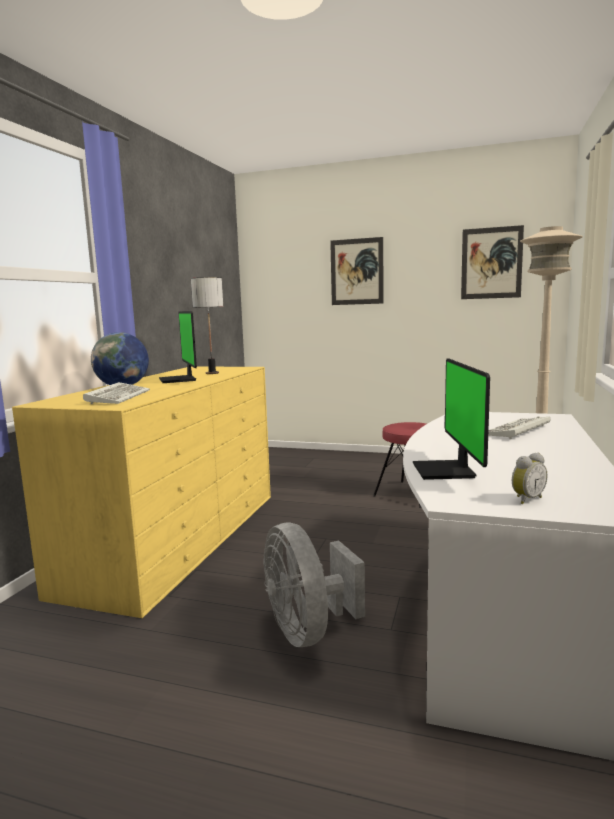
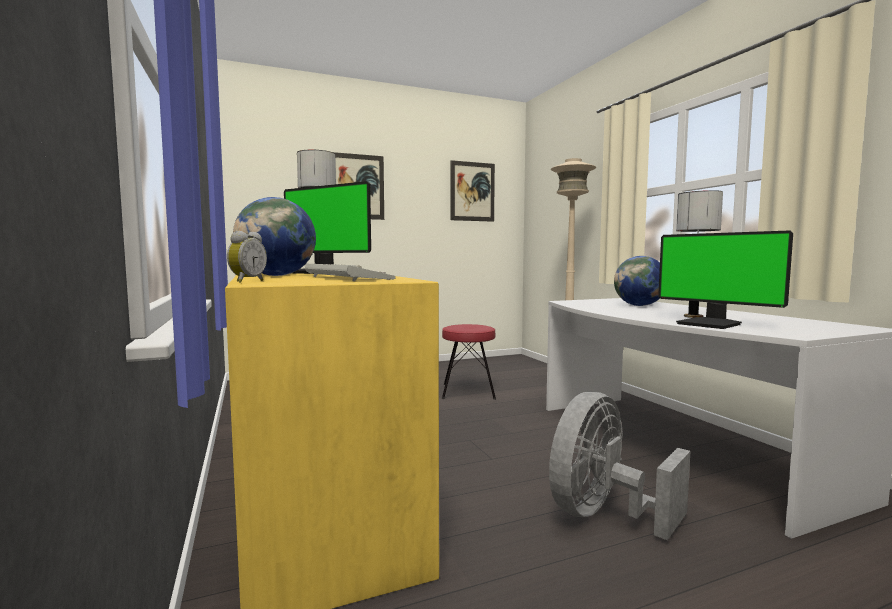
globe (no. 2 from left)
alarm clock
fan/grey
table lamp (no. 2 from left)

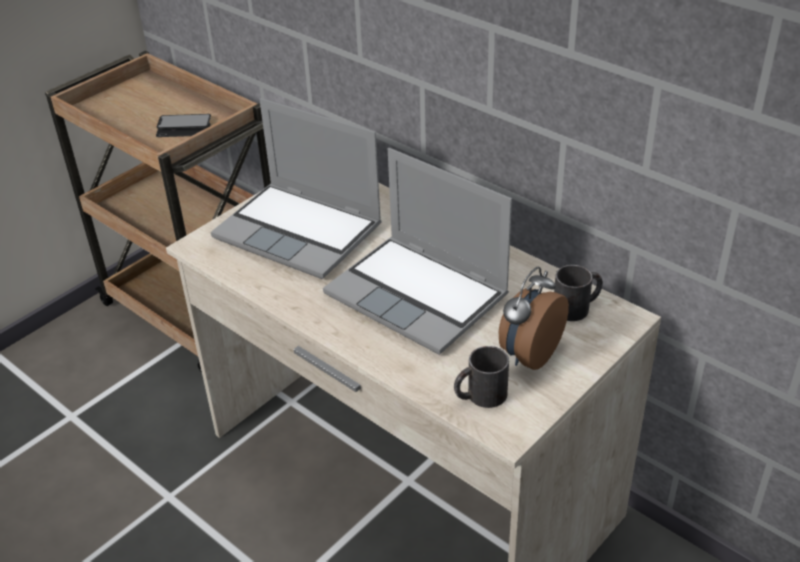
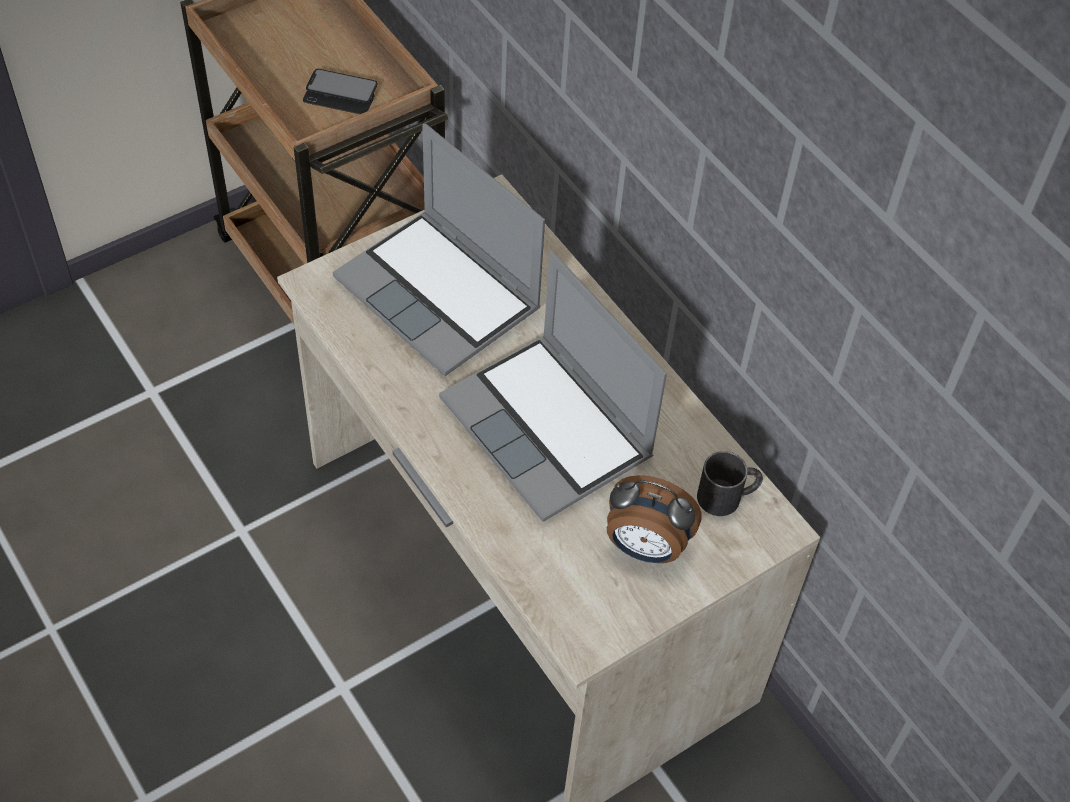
alarm clock
mug/black (no. 1 from left in the first image)

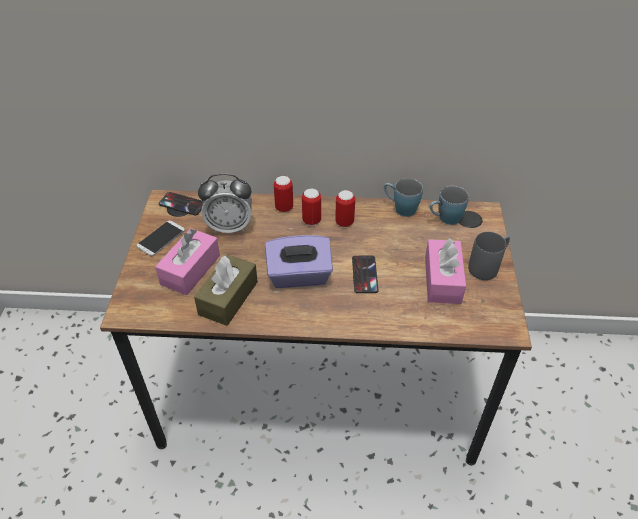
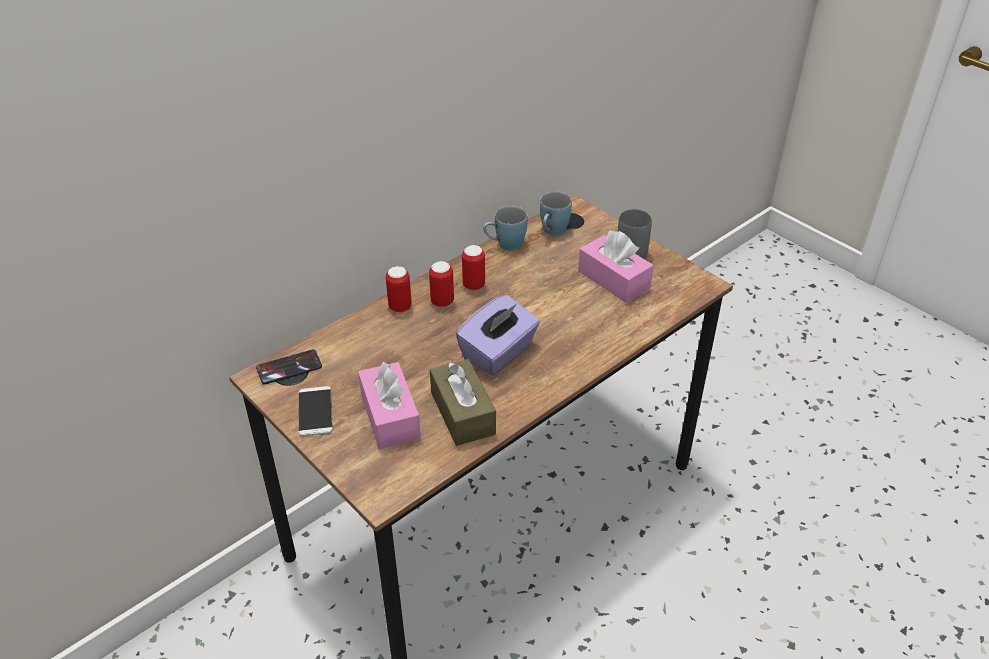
alarm clock
phone (no. 3 from left in the first image)

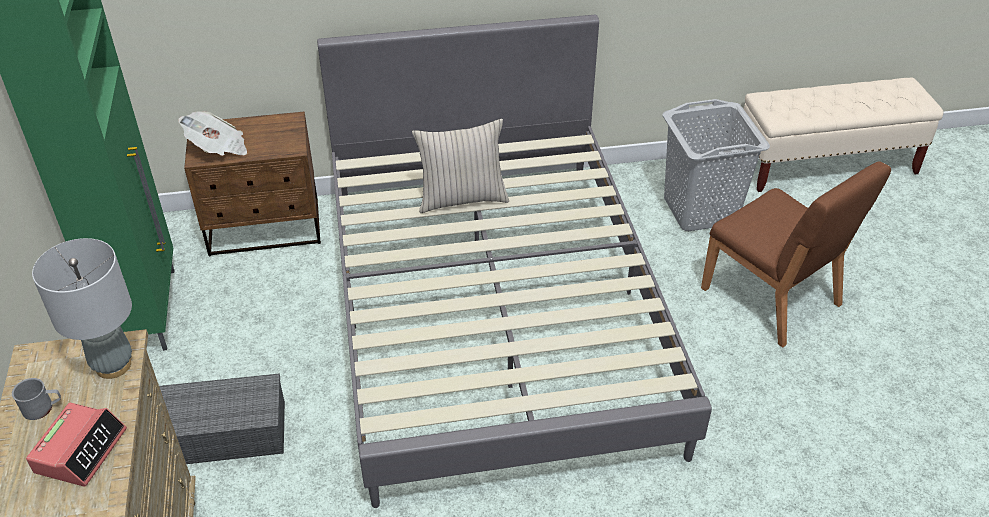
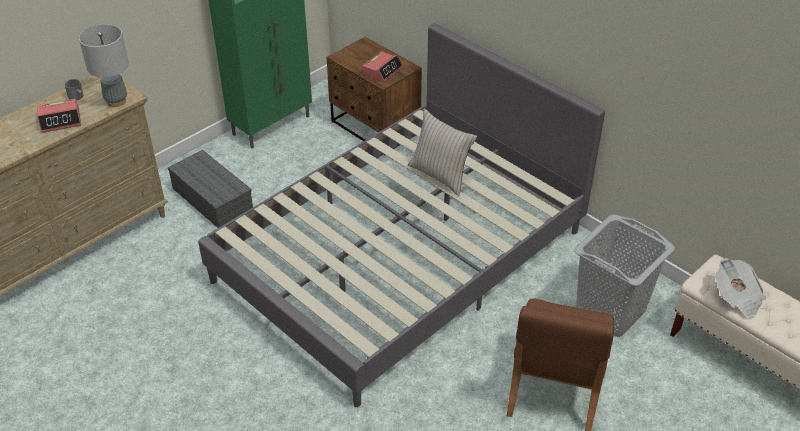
newspaper
alarm clock (no. 2 from left)

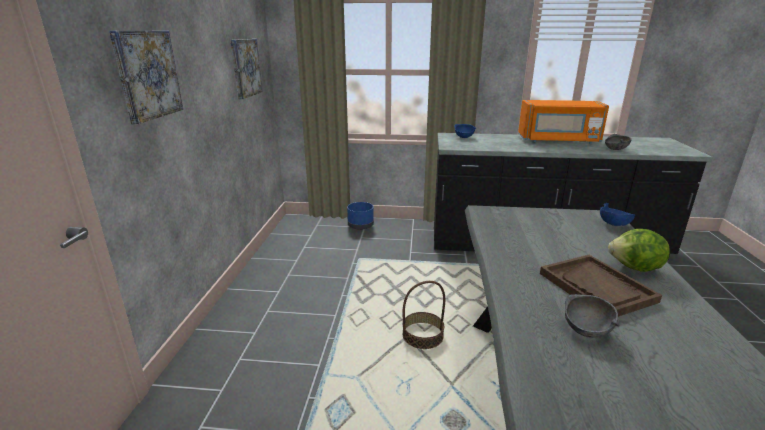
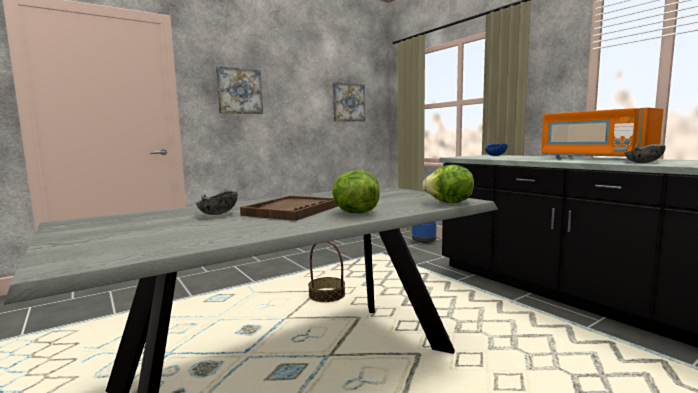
lettuce (no. 2 from left)

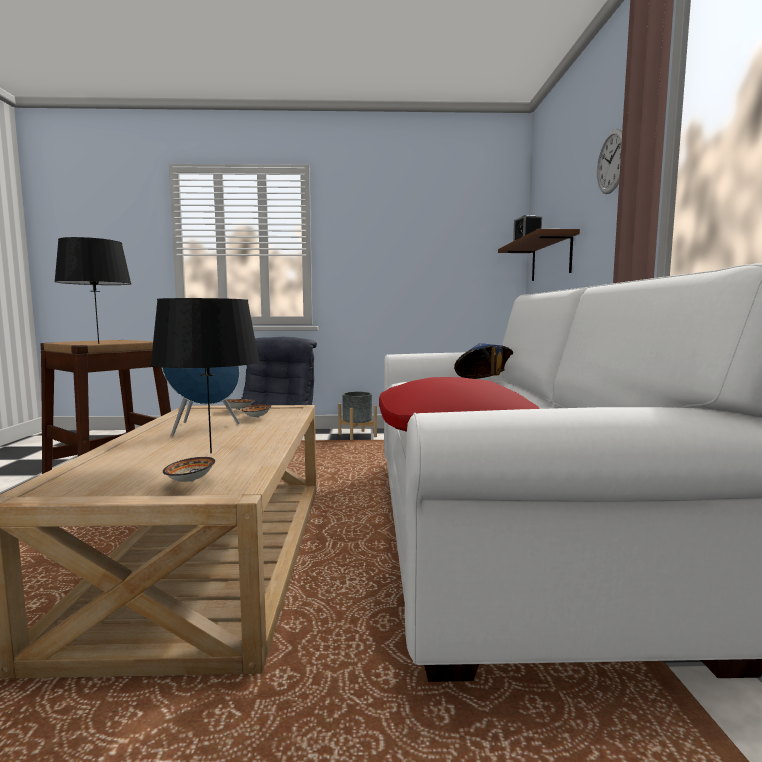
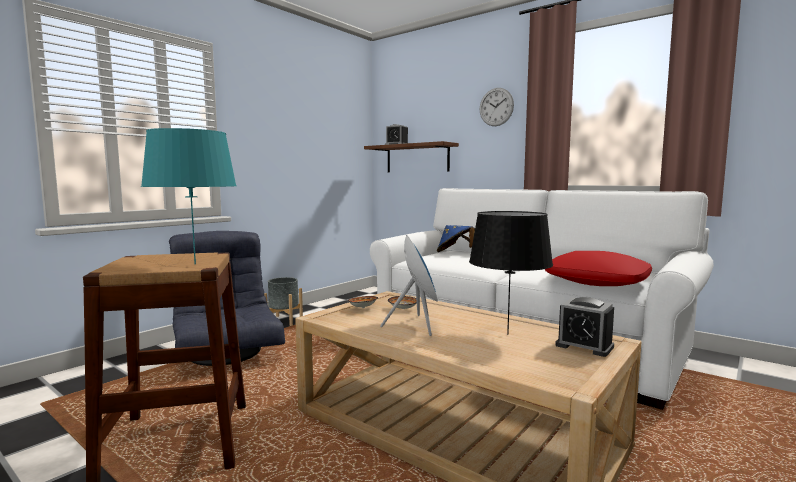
table lamp/turquoise
alarm clock (no. 2 from left)

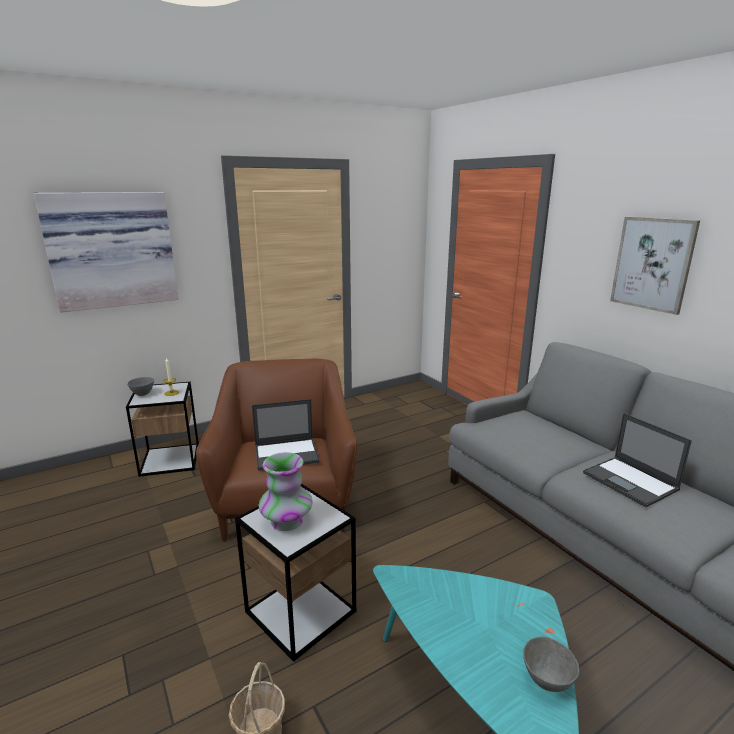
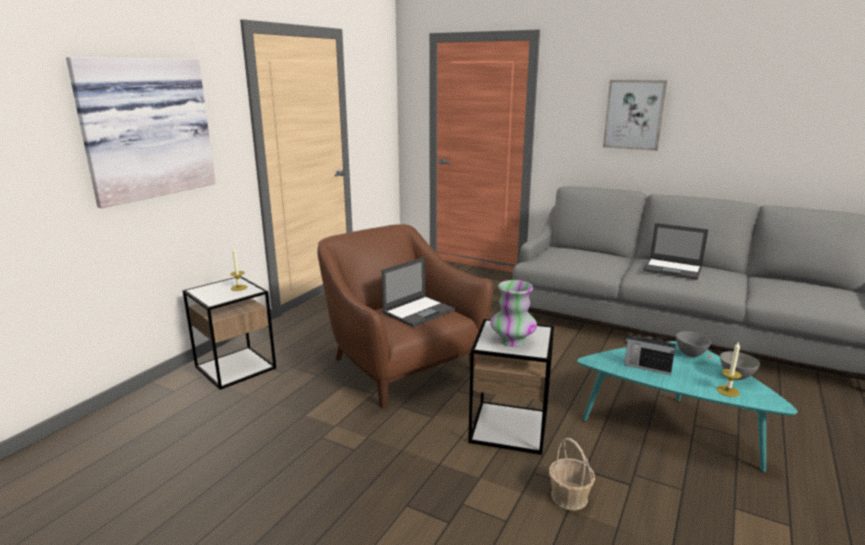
bowl/grey (no. 1 from left)
radio
candle (no. 2 from left)

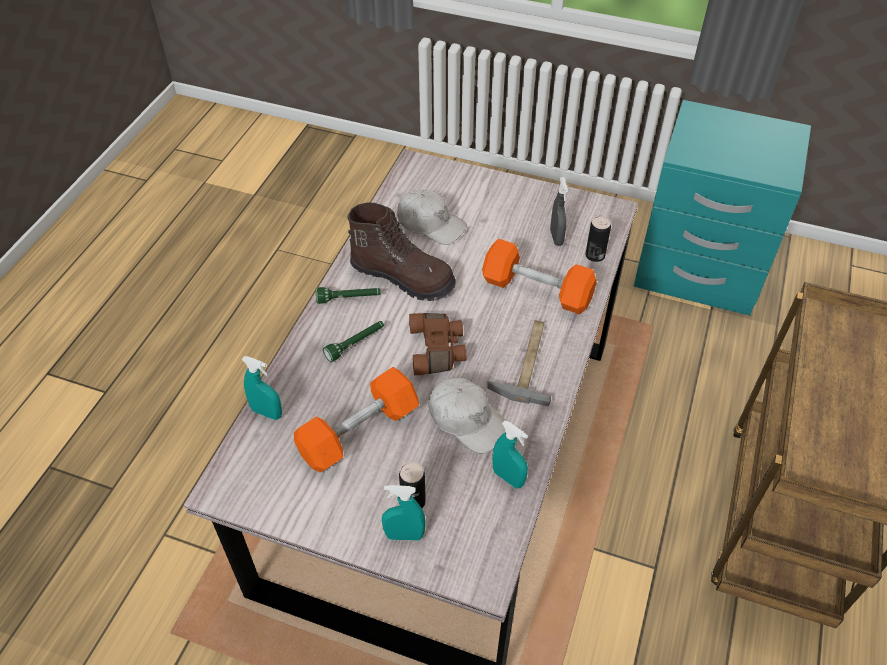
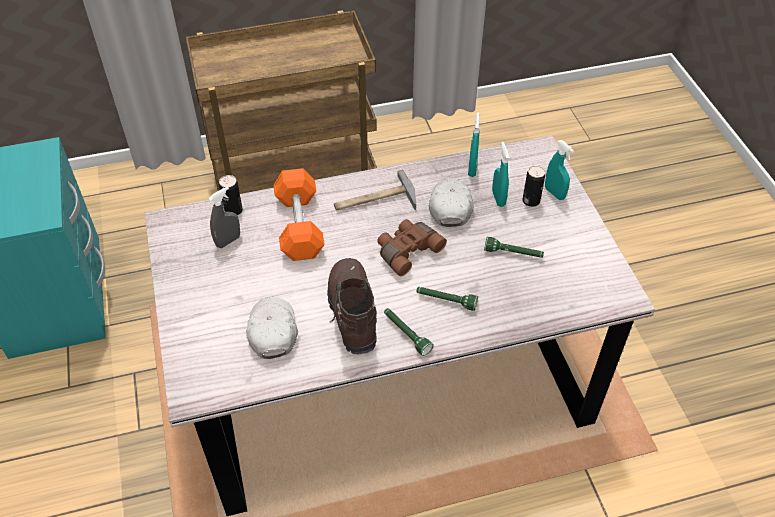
spray bottle/turquoise (no. 2 from left)
flashlight/green (no. 3 from left)

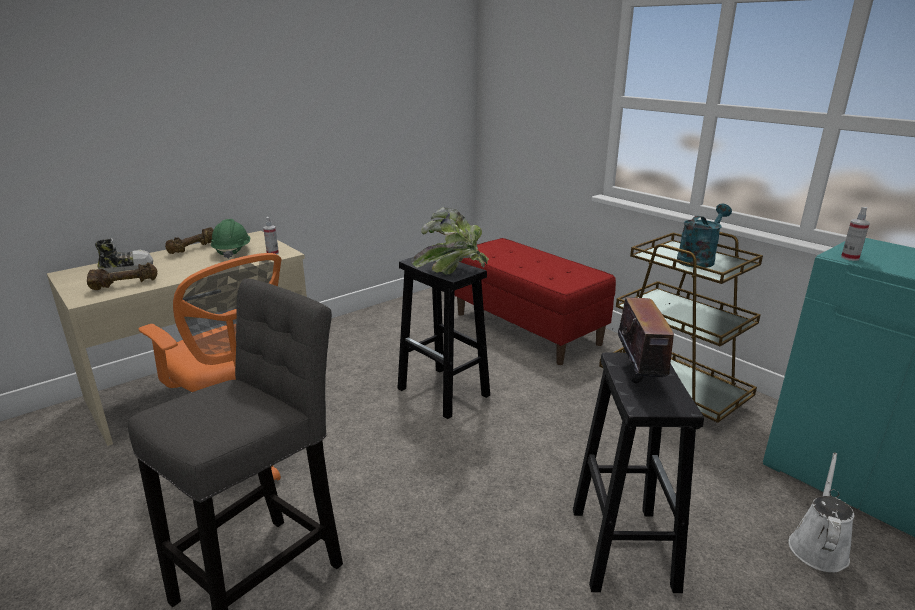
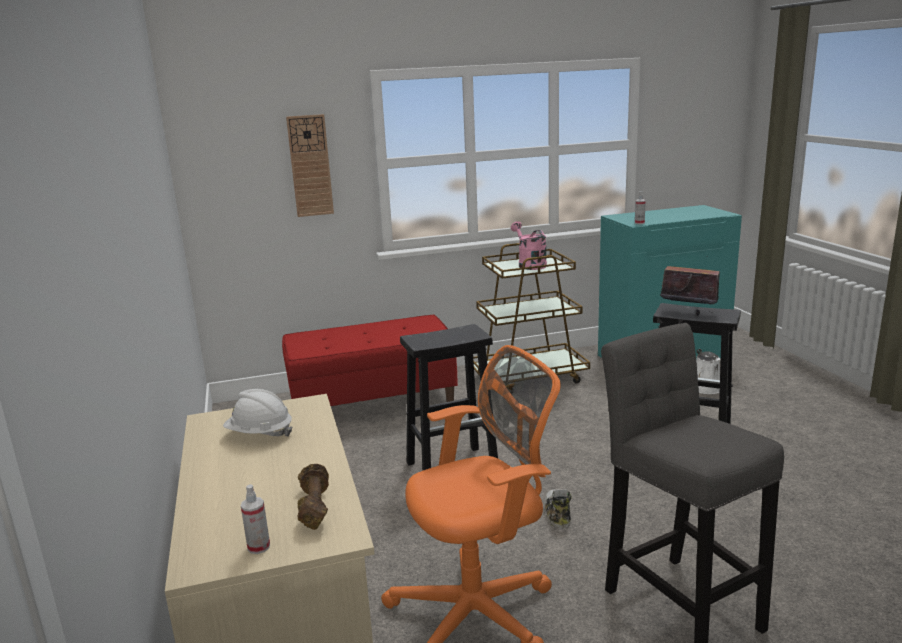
watering can/pink
potted plant
spray bottle (no. 1 from left)
hard hat/white
dumbbell/brown (no. 2 from left in the first image)
shoe
wall clock

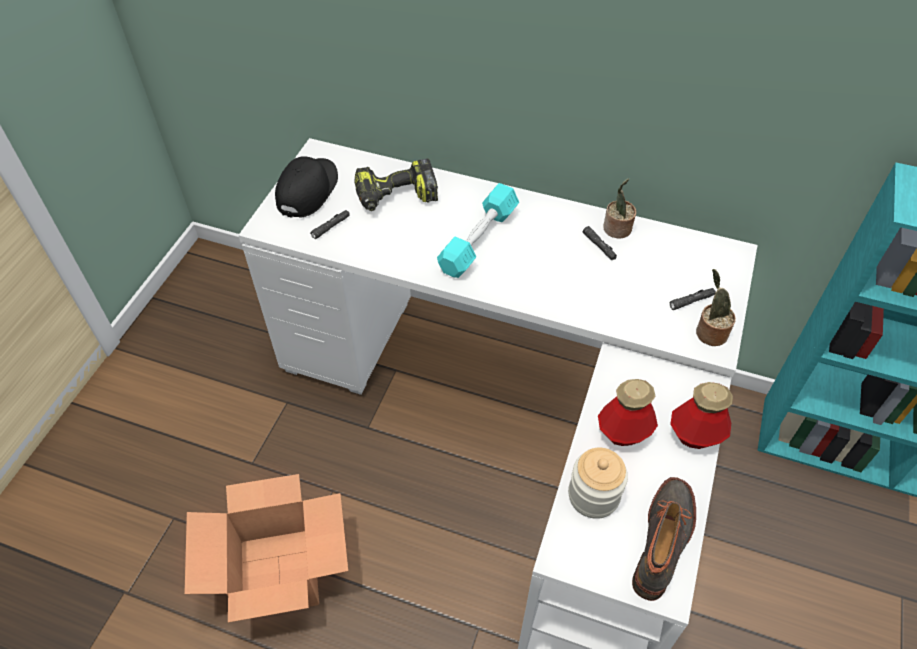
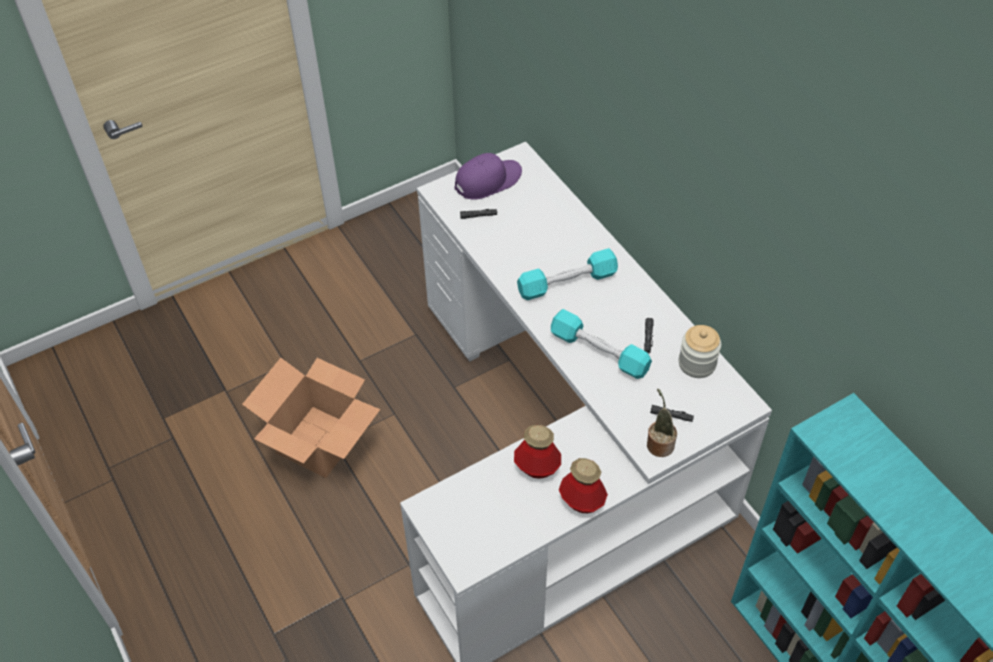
cap/purple
power drill
potted plant (no. 1 from left in the first image)
jar
boot
dumbbell/turquoise (no. 2 from left)

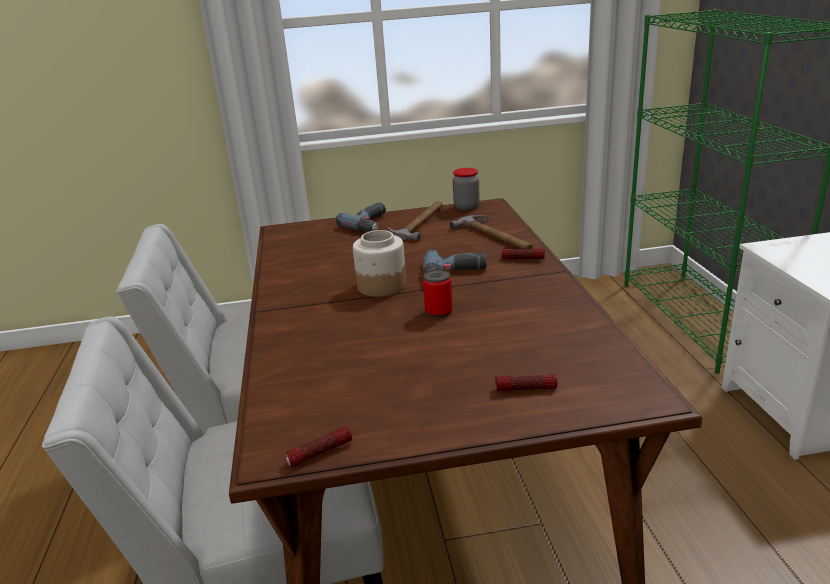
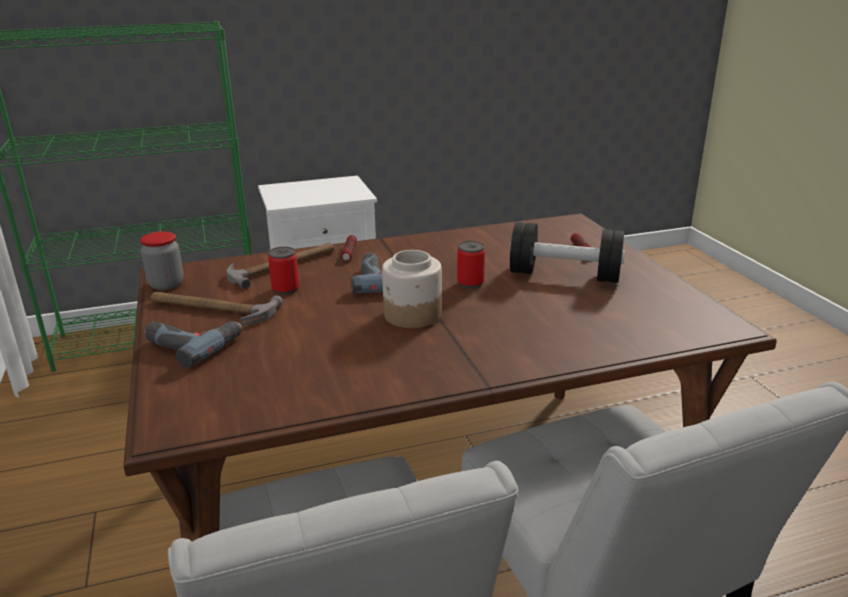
flashlight (no. 1 from left in the first image)
dumbbell/black
can (no. 1 from left)

